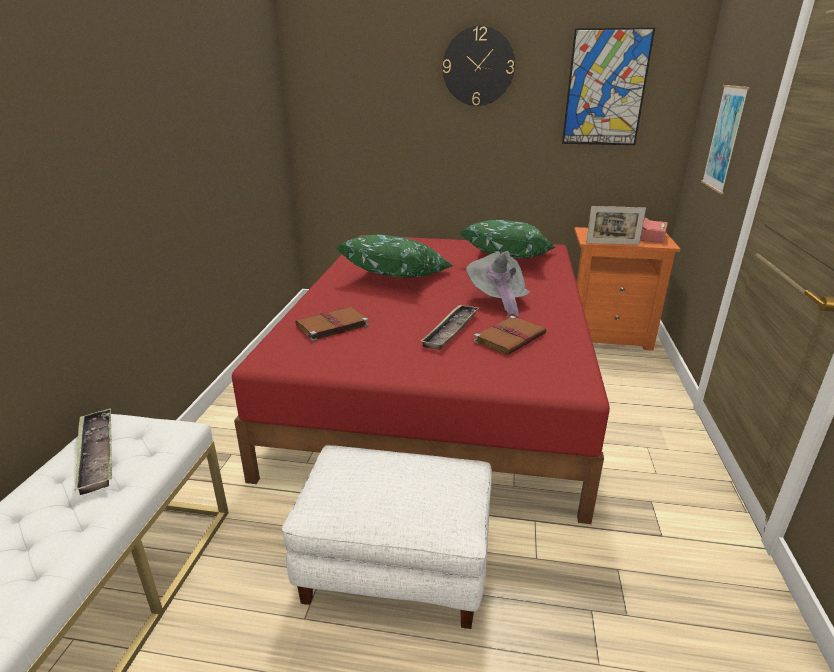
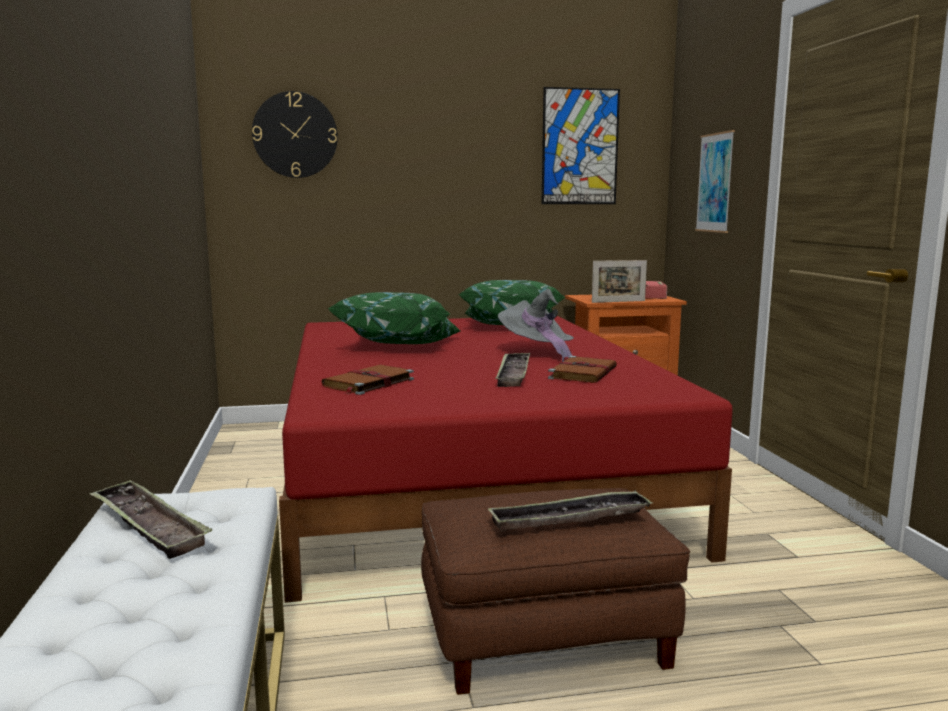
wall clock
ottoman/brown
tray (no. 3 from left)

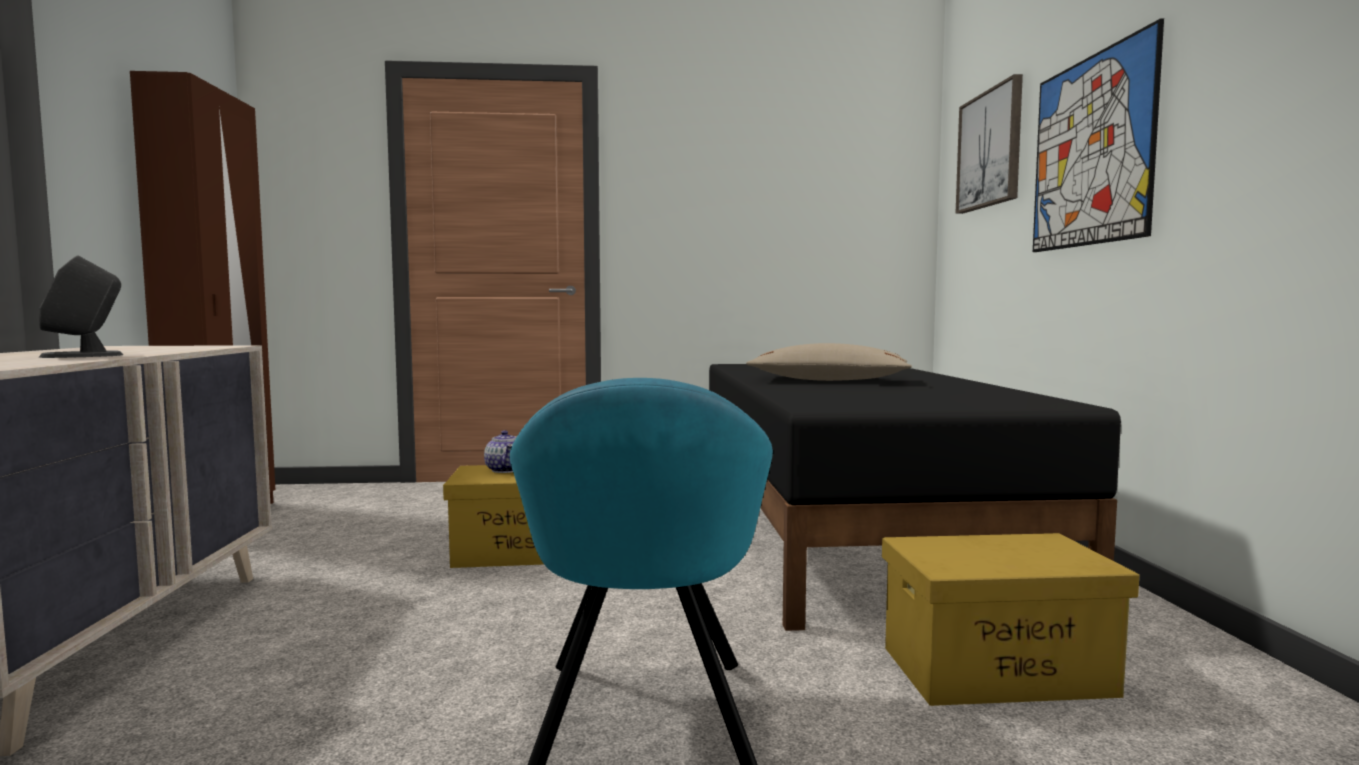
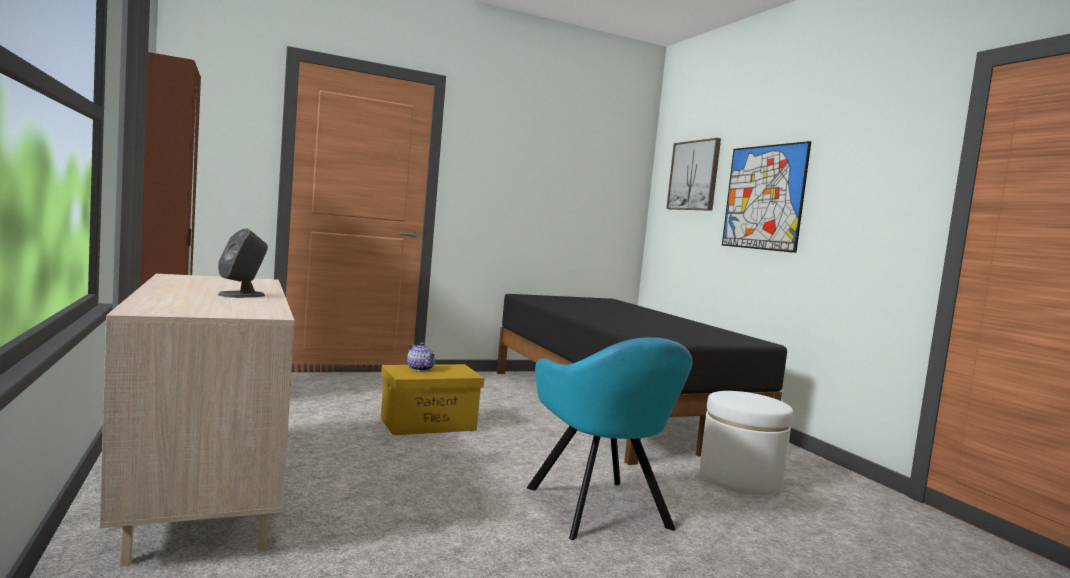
pillow/beige
ottoman/white

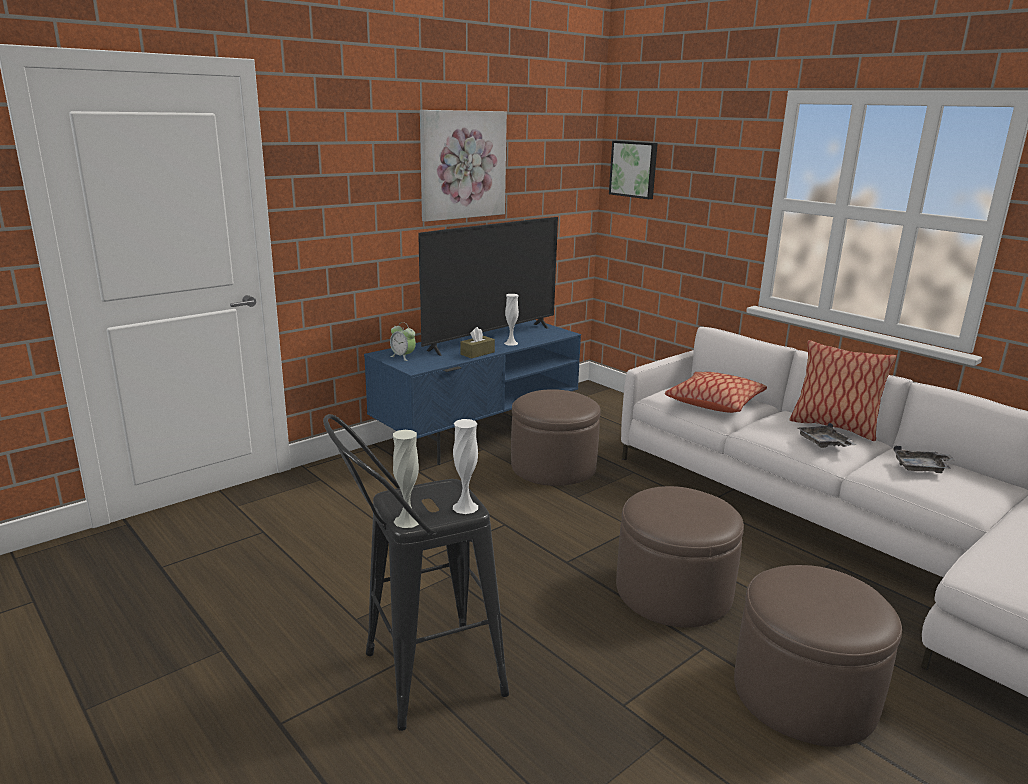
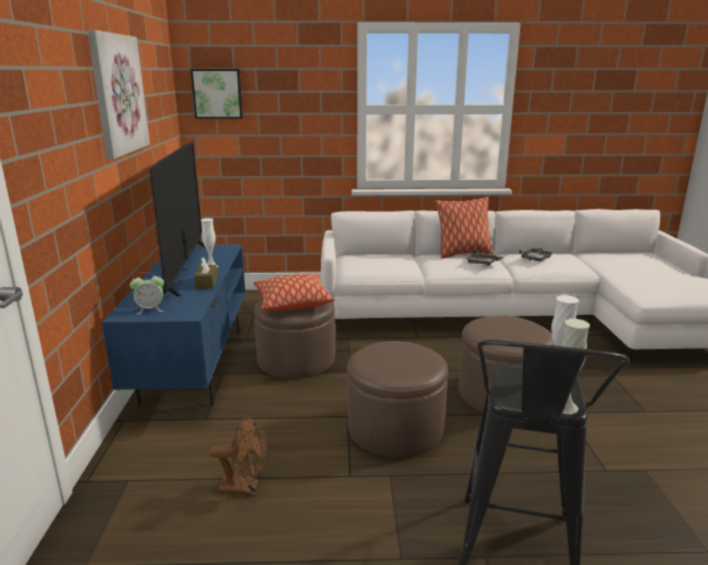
pillow (no. 1 from left)
ottoman/brown (no. 2 from left)
fan/brown

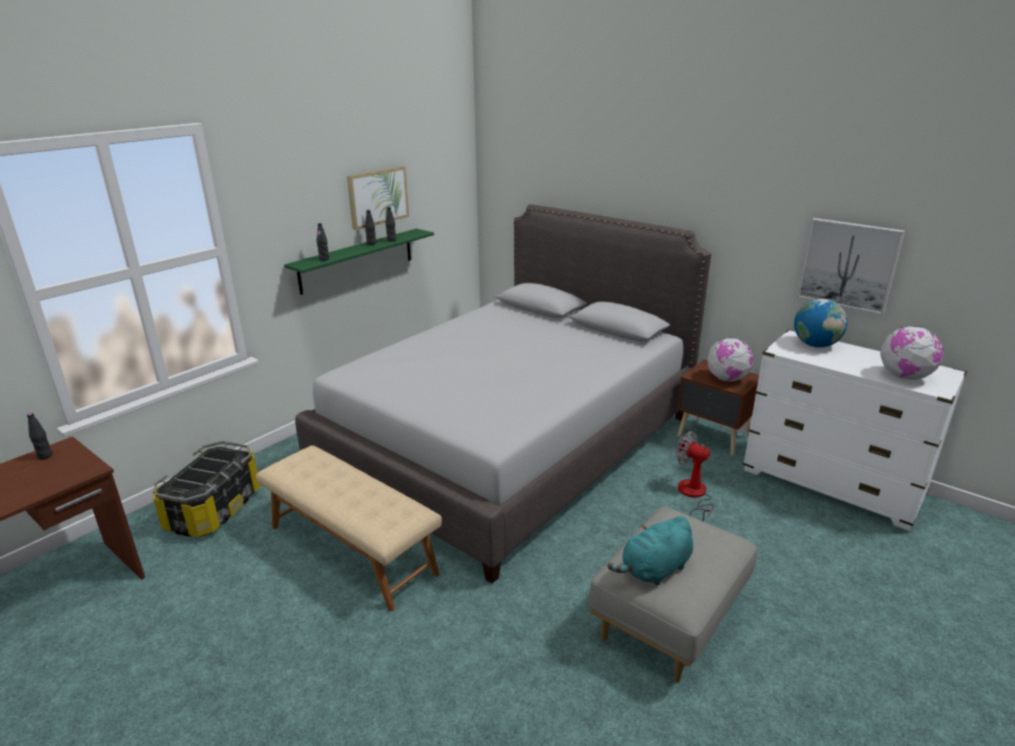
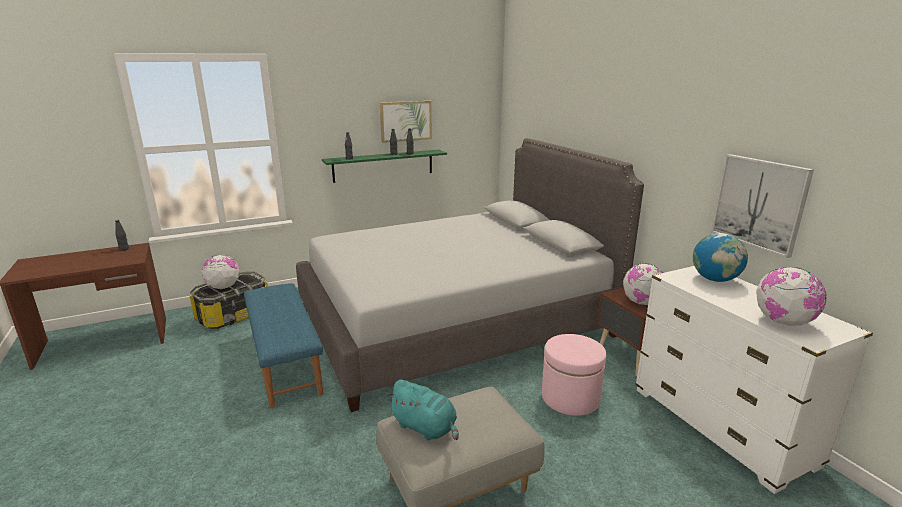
ottoman/pink
bench/blue
plush toy/turquoise
globe (no. 1 from left)

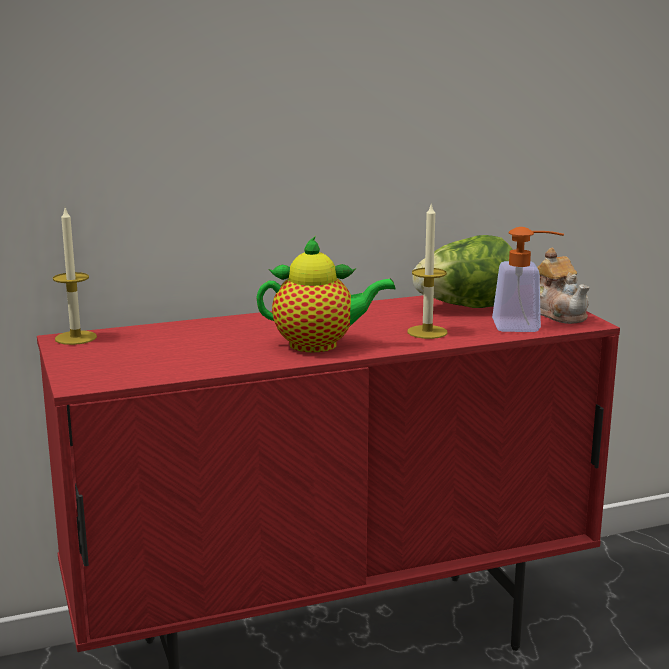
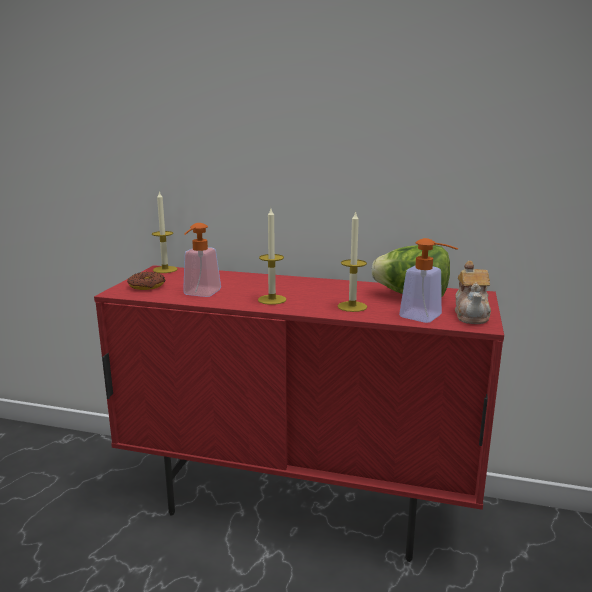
candle (no. 2 from left)
soap dispenser (no. 1 from left)
donut

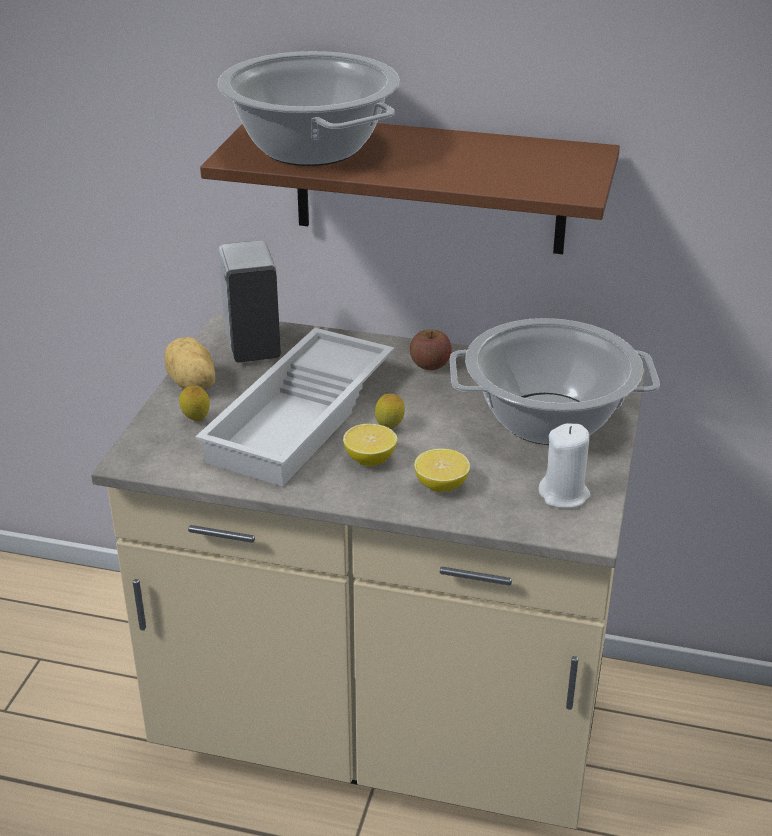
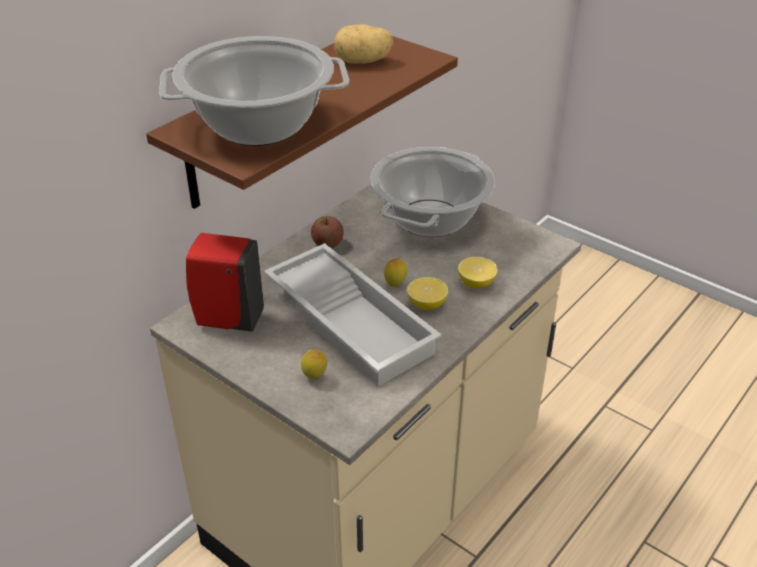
soap dispenser/red
potato
candle/white

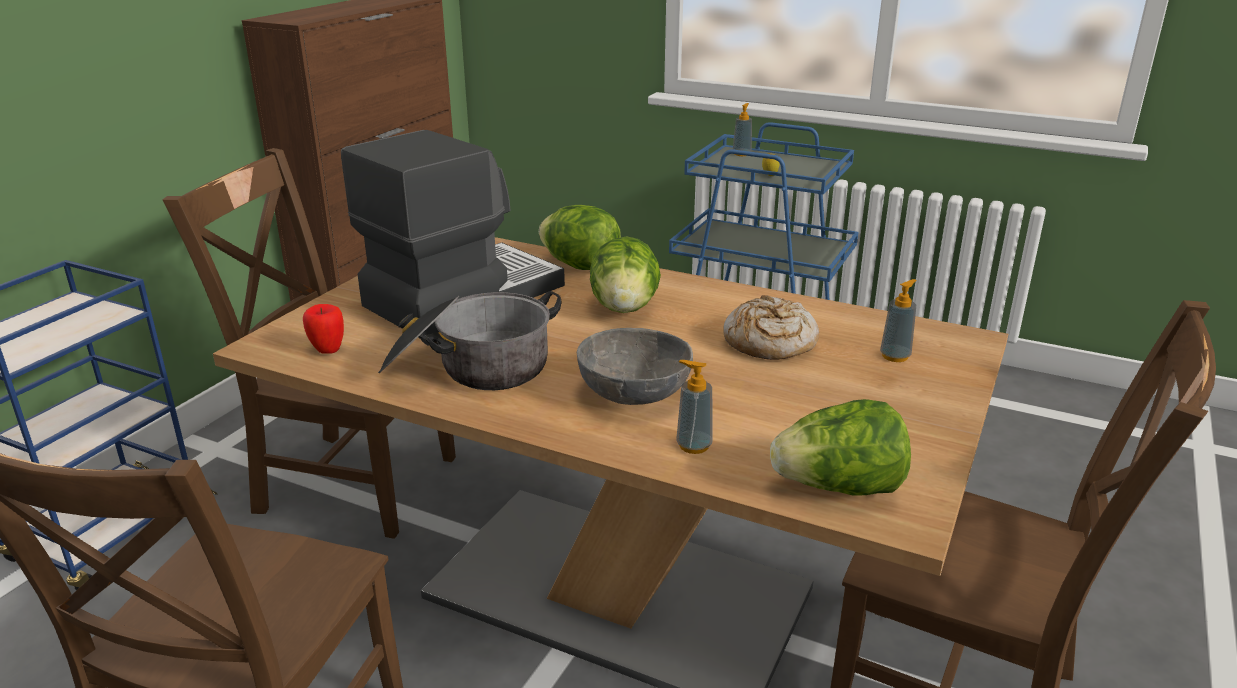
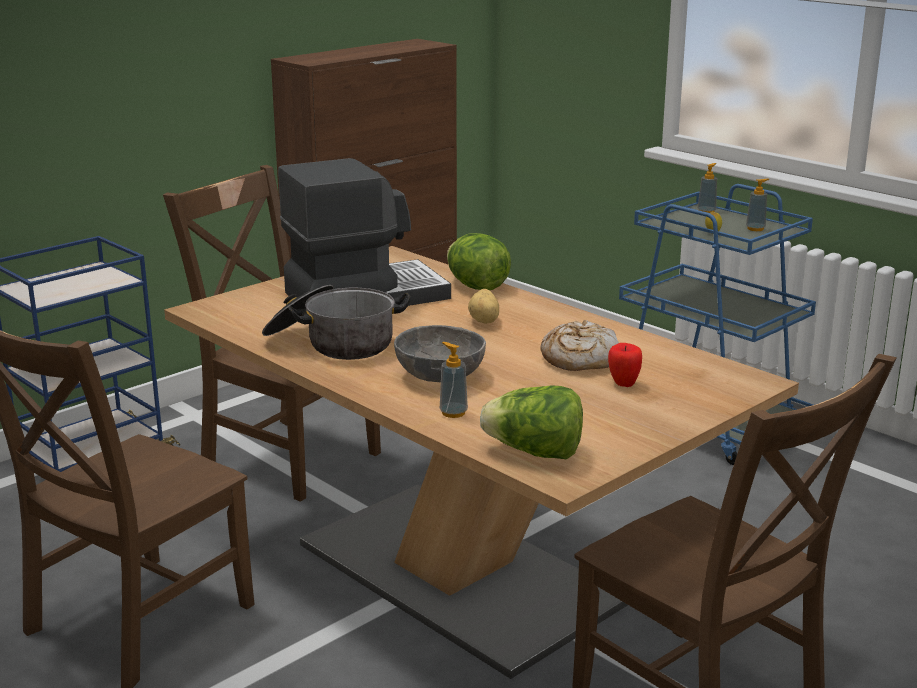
potato
soap dispenser (no. 3 from left)
apple

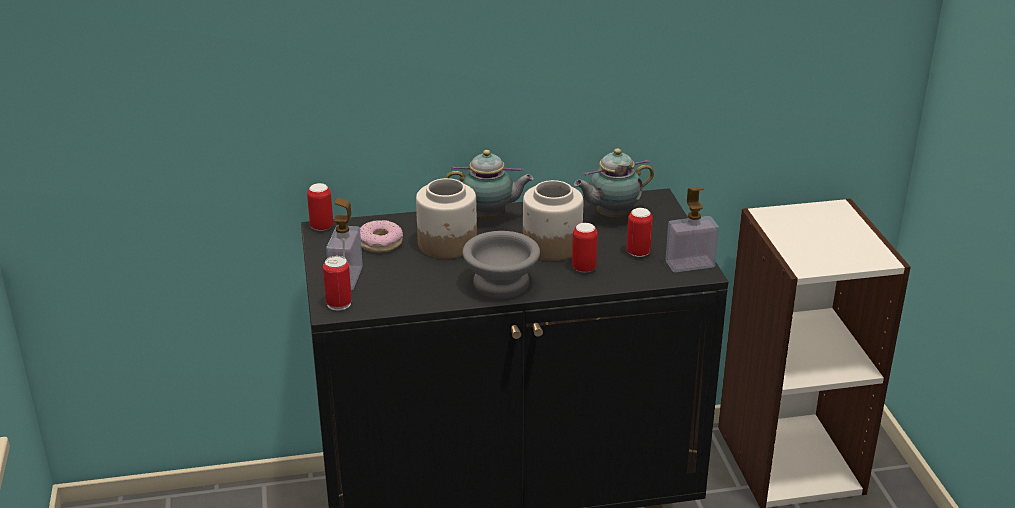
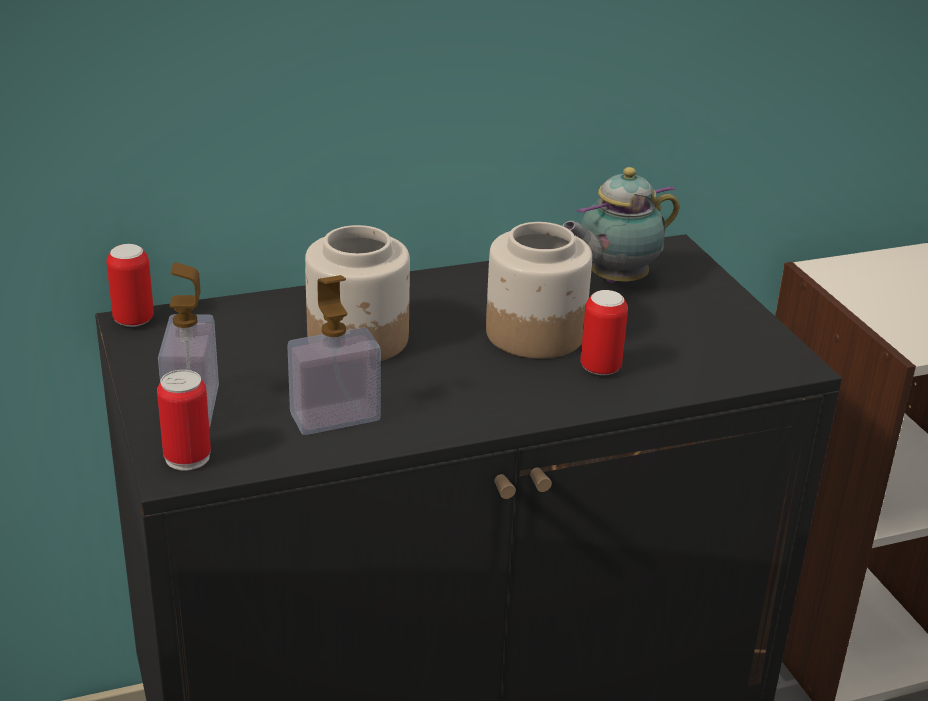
teapot (no. 1 from left in the first image)
soap dispenser (no. 2 from left)
can (no. 4 from left in the first image)
donut
bowl/grey

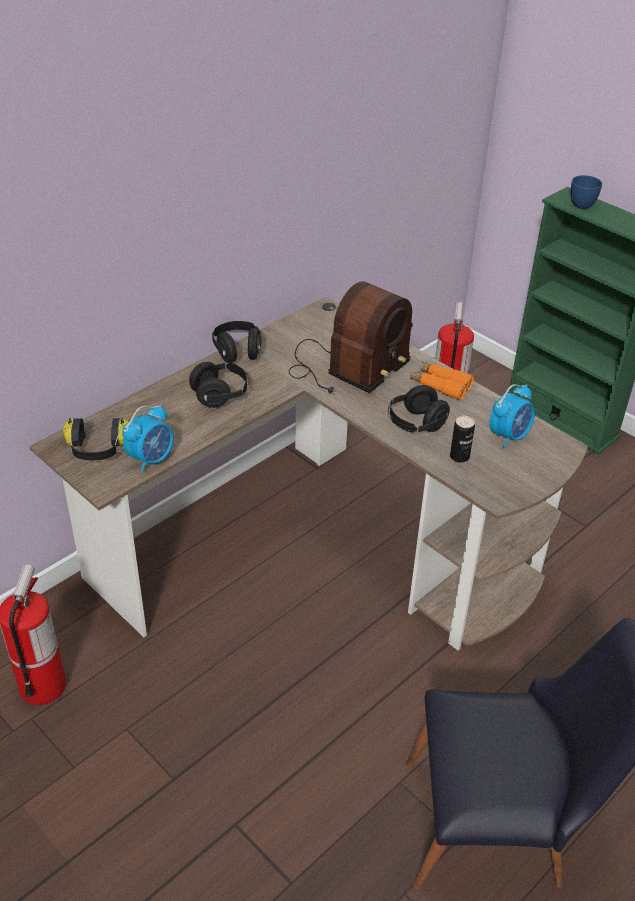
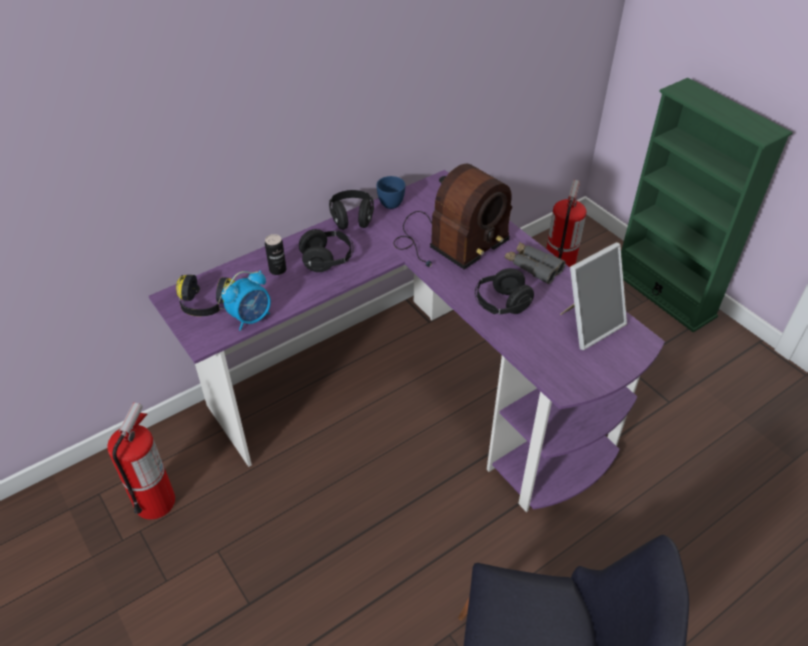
cup/blue
desk/purple
binoculars/grey
picture frame
can

